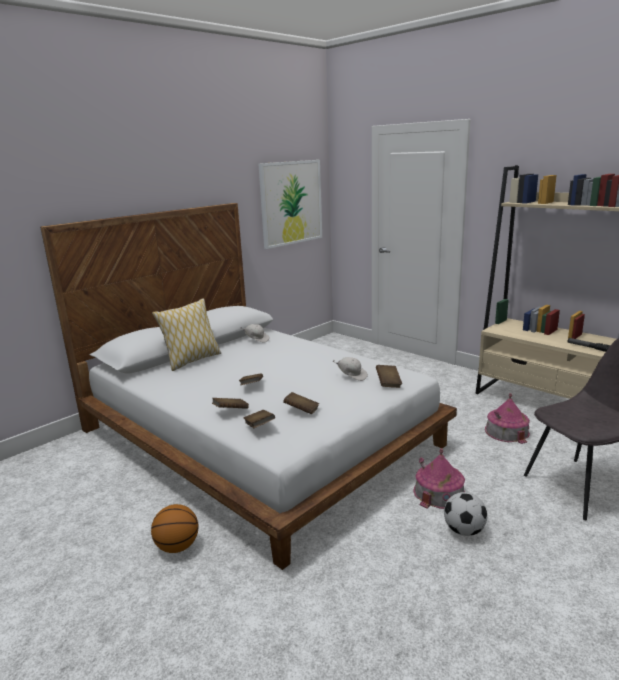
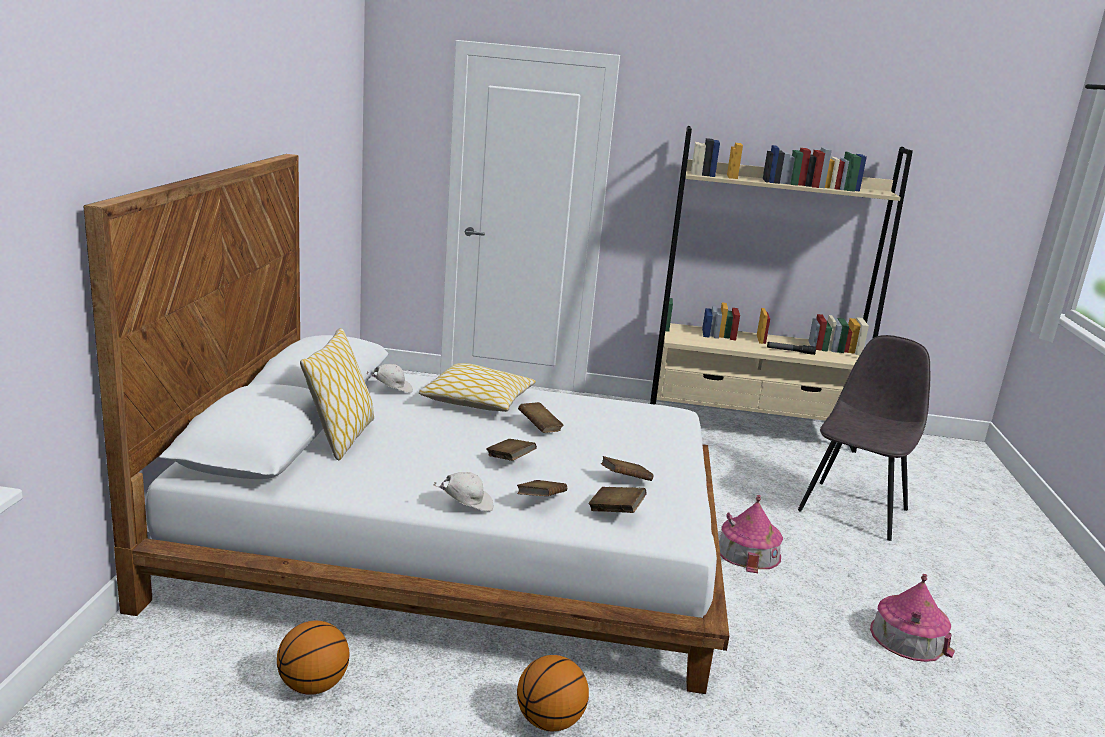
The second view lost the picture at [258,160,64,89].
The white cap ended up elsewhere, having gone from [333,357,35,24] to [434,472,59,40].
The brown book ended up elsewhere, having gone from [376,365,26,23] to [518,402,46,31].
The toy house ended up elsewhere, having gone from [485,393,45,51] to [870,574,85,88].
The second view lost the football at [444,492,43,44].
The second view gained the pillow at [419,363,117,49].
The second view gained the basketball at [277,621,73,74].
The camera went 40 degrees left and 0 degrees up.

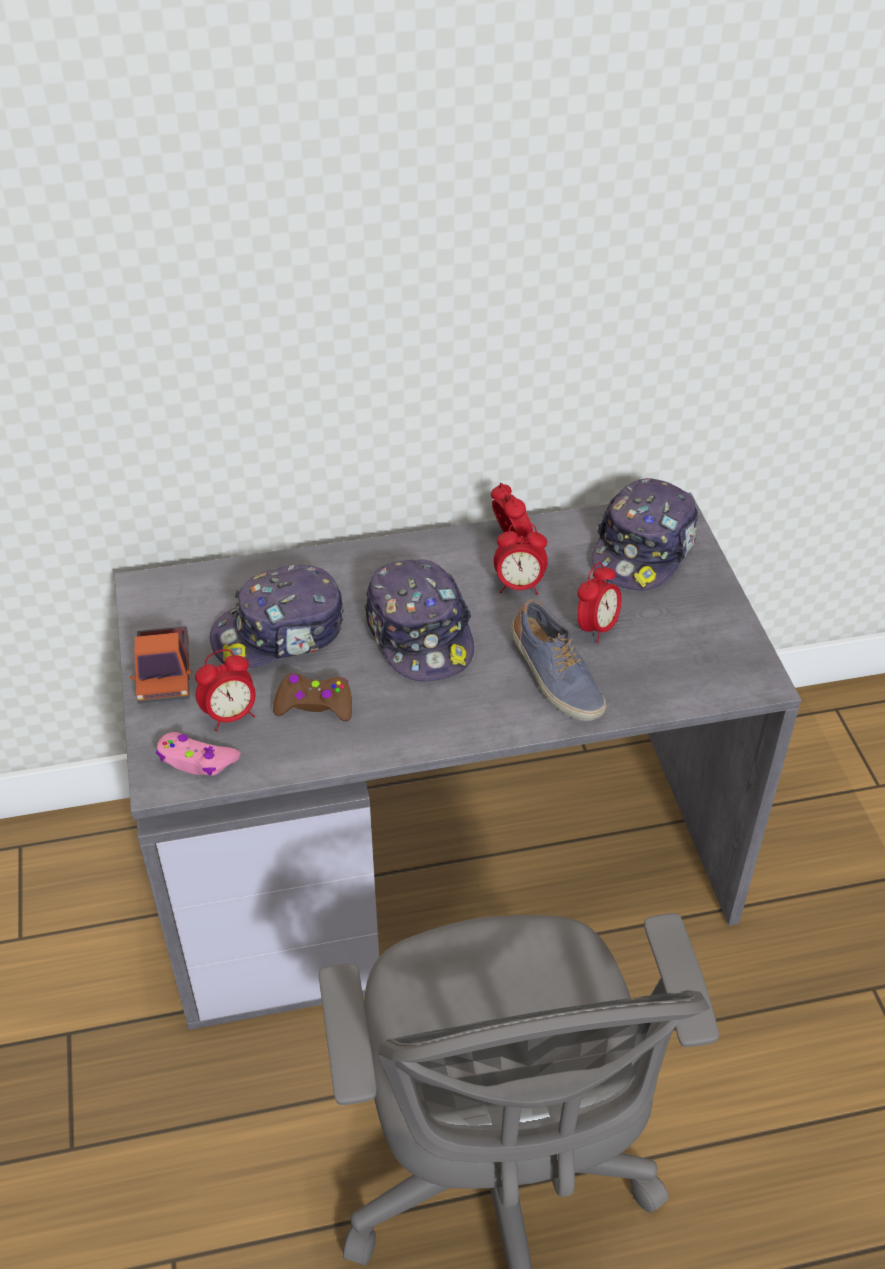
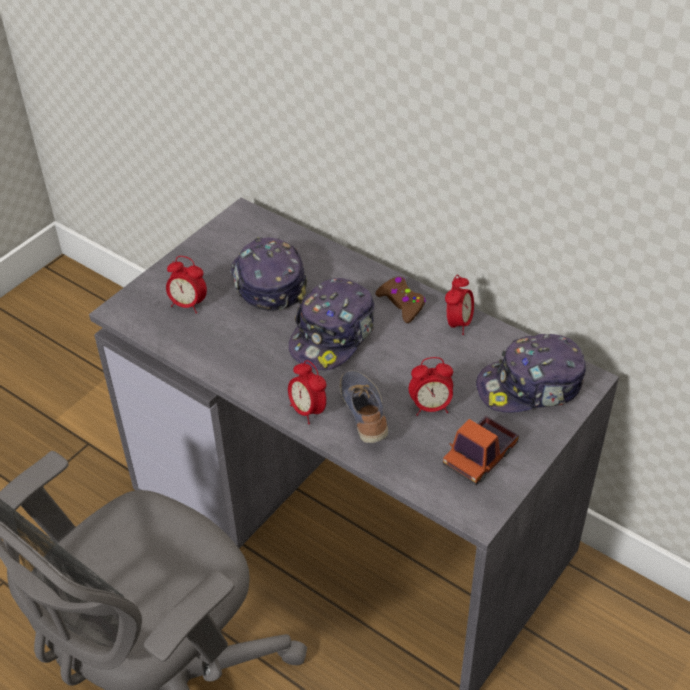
The alarm clock ended up elsewhere, having gone from [494,522,54,73] to [288,360,38,64].
The cap at [210,565,134,103] ended up facing another way, 45 degrees clockwise from before.
The shoe at [511,599,96,122] ended up facing another way, 150 degrees clockwise from before.
The toy truck ended up elsewhere, having gone from [130,626,62,78] to [443,416,76,69].
The brown game controller ended up elsewhere, having gone from [273,673,79,48] to [375,277,51,46].
The second view lost the pink game controller at [156,732,84,43].
The camera went 50 degrees right and 0 degrees up.

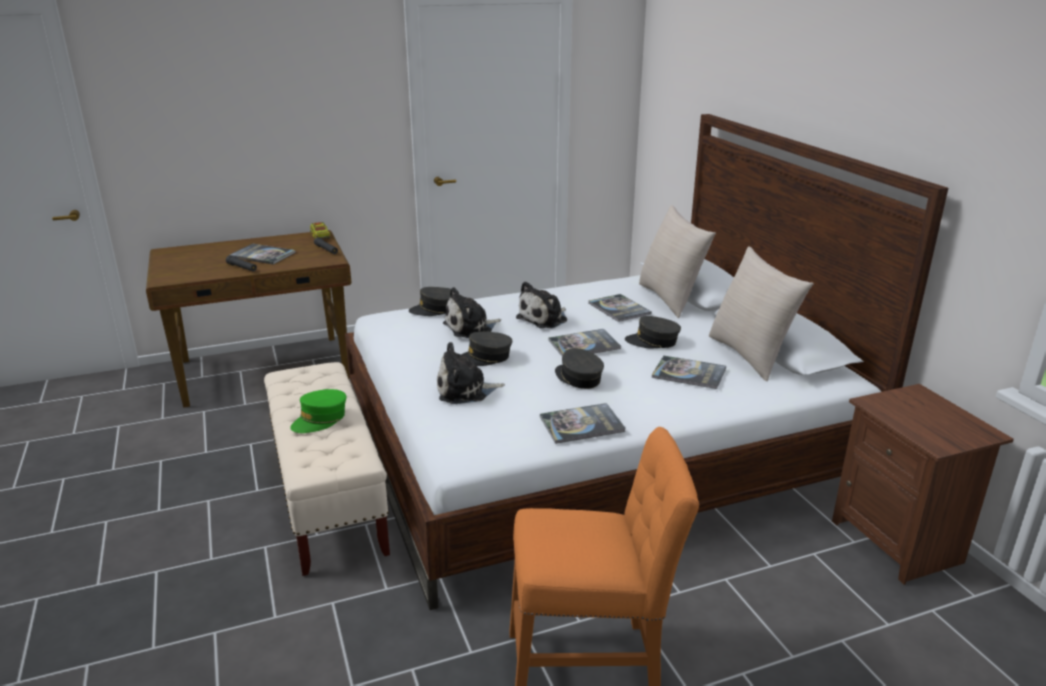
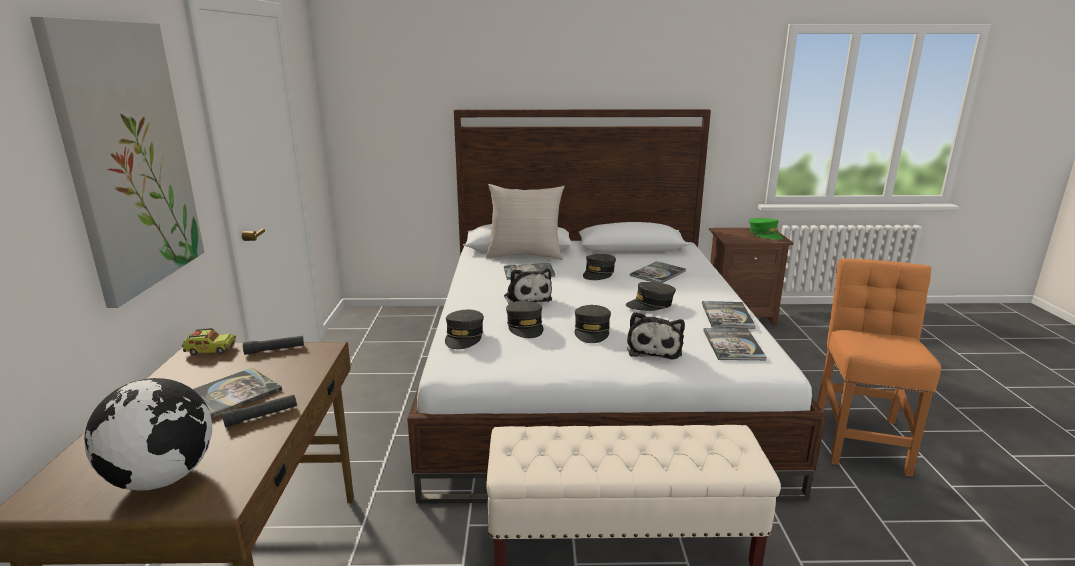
The second view lost the beige pillow at [709,246,105,135].
Where the plush toy stood at [443,287,58,51], the grey cap came to stand at [506,301,38,37].
The book ended up elsewhere, having gone from [548,329,73,27] to [703,328,64,32].
The green cap ended up elsewhere, having gone from [290,389,56,44] to [749,218,34,21].
The second view gained the picture at [30,17,175,291].
The second view gained the globe at [84,378,128,112].
The camera went 70 degrees left and 5 degrees down.

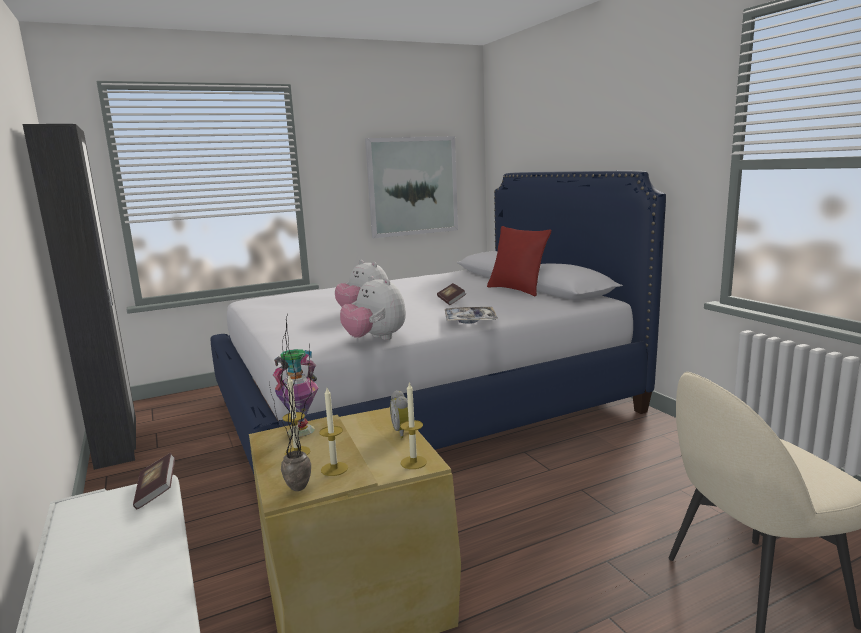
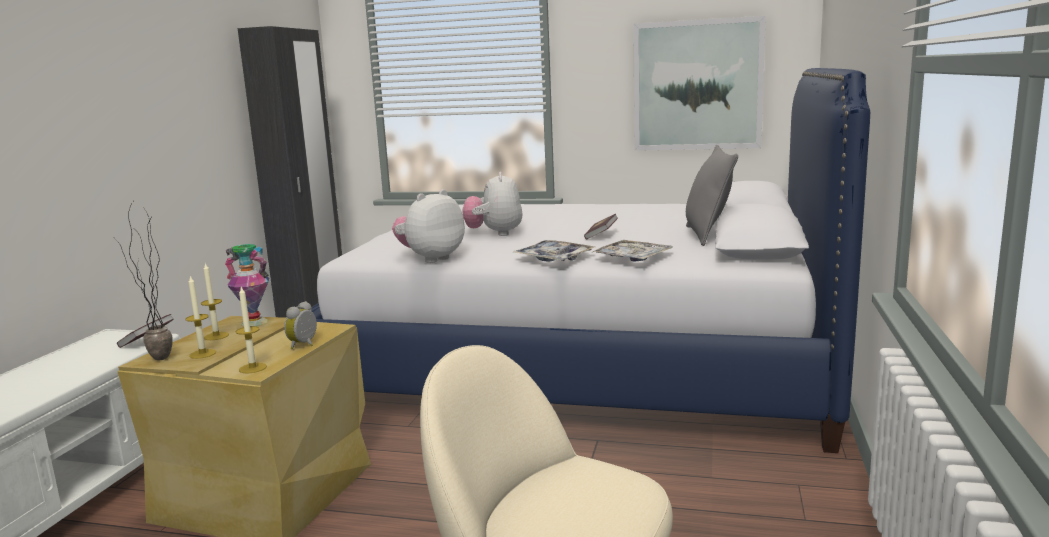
What was the red pillow at [487,226,64,70] turned into the grey pillow at [686,145,52,101].
The plush toy at [340,276,66,64] ended up facing another way, 45 degrees clockwise from before.
The second view gained the tray at [591,240,82,21].
The camera went 40 degrees right and 0 degrees up.

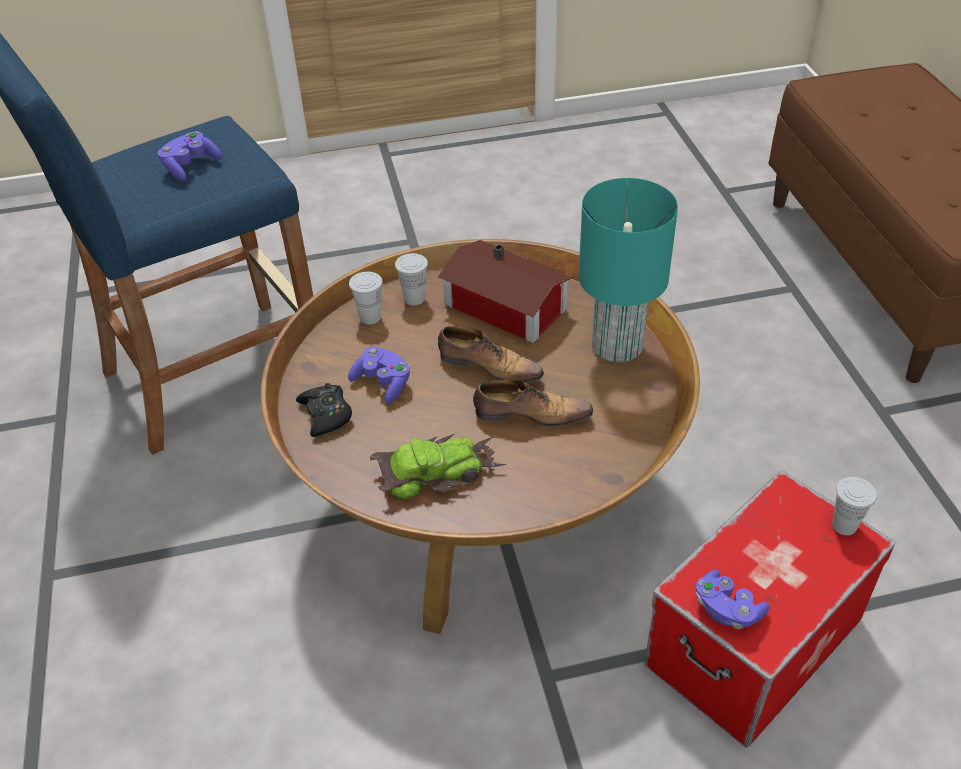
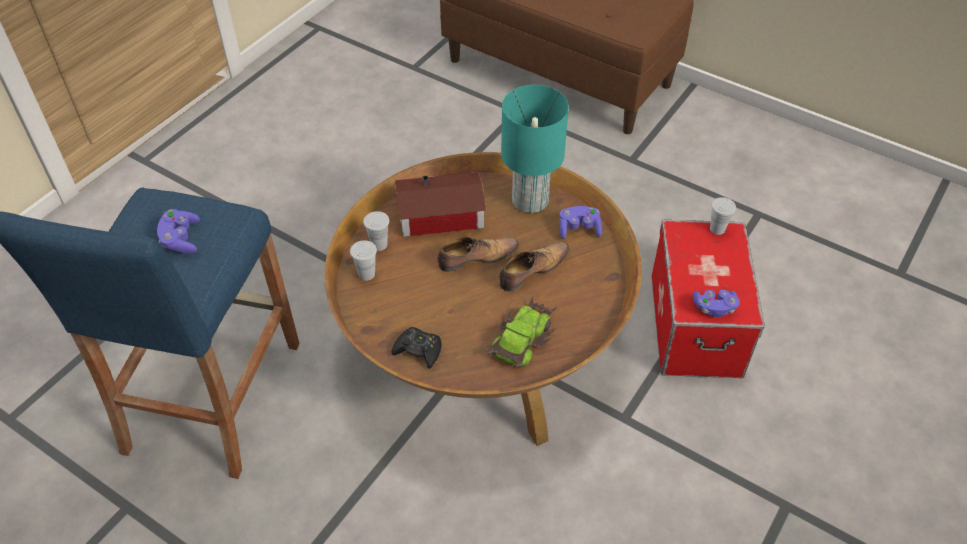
The purple game controller ended up elsewhere, having gone from [348,347,62,57] to [559,206,43,33].
The camera went 45 degrees left and 5 degrees up.

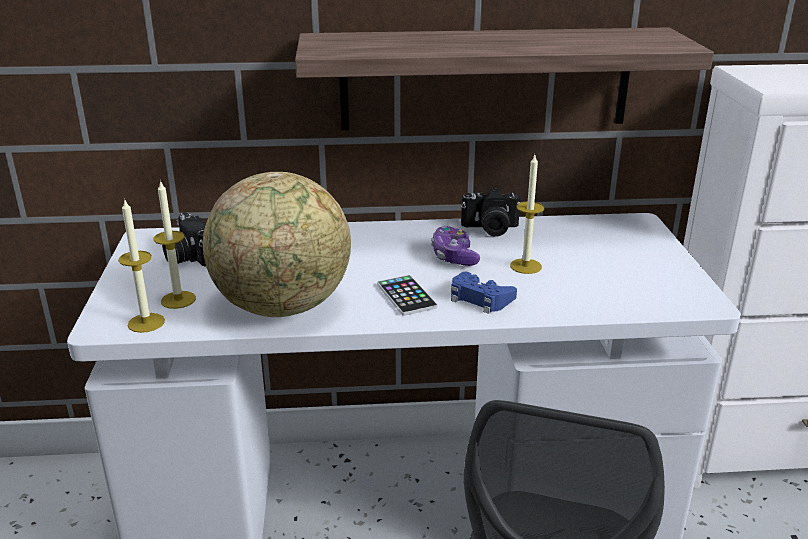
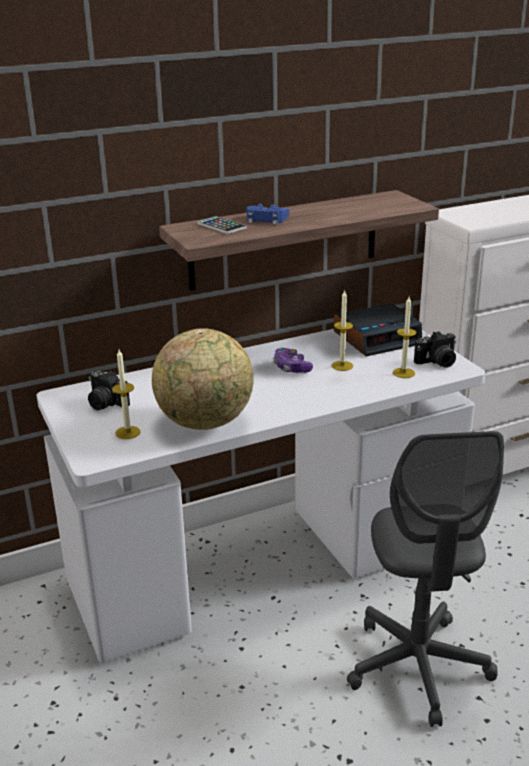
The photo camera ended up elsewhere, having gone from [461,188,59,49] to [414,331,42,37].
The candle ended up elsewhere, having gone from [118,200,47,133] to [393,297,23,81].
The blue game controller ended up elsewhere, having gone from [451,272,66,42] to [247,204,42,21].
The phone ended up elsewhere, having gone from [377,275,61,41] to [197,216,49,18].
The second view gained the alarm clock at [334,303,88,53].
The camera went 20 degrees left and 0 degrees up.

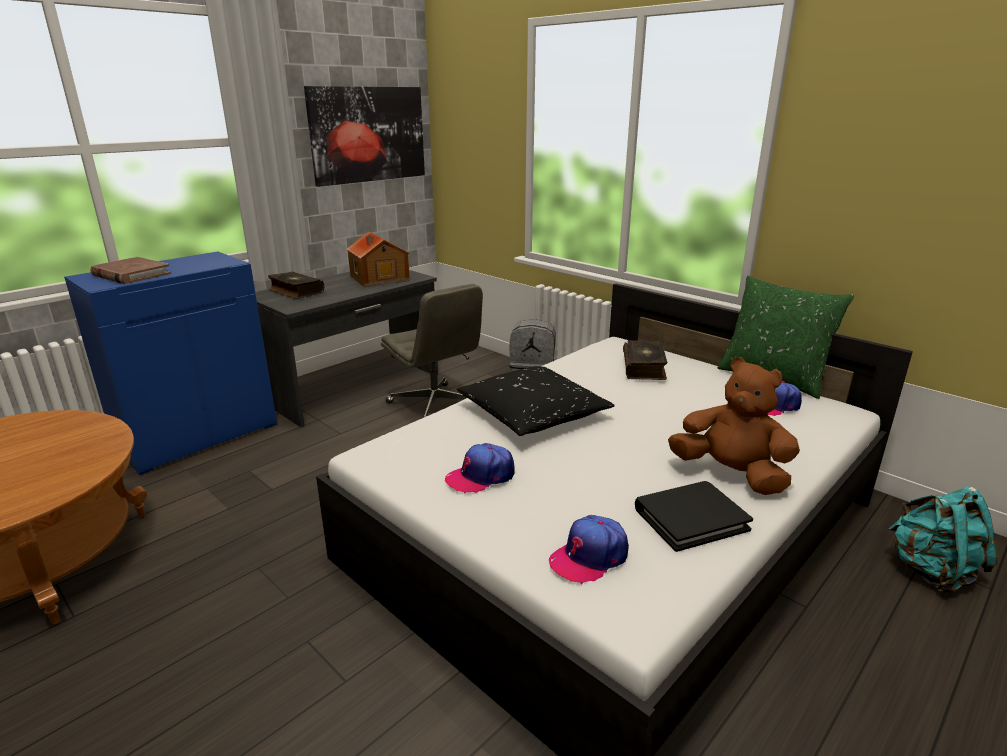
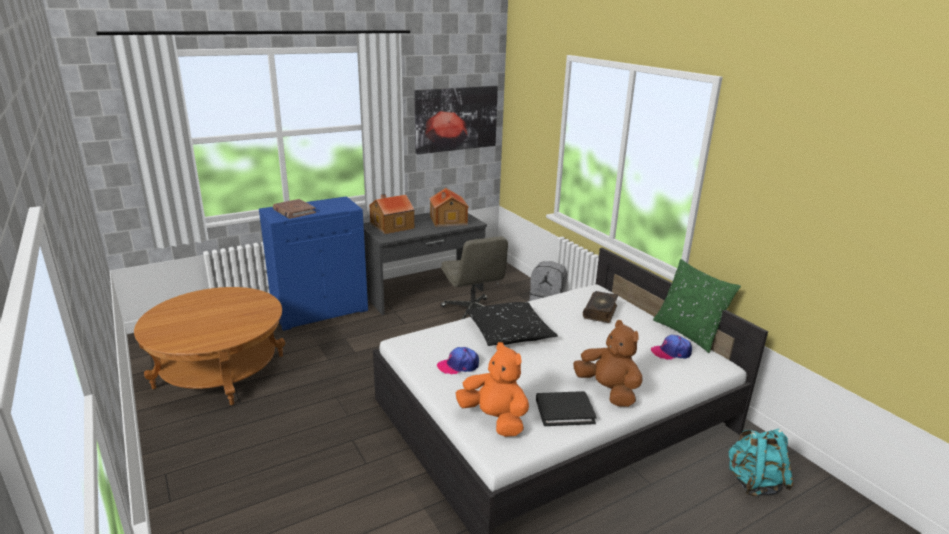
Where the book stood at [268,272,56,27], the toy house came to stand at [369,194,45,40].
Where the cap stood at [549,515,80,70], the orange plush toy came to stand at [456,342,73,95].
The camera went 15 degrees right and 0 degrees up.

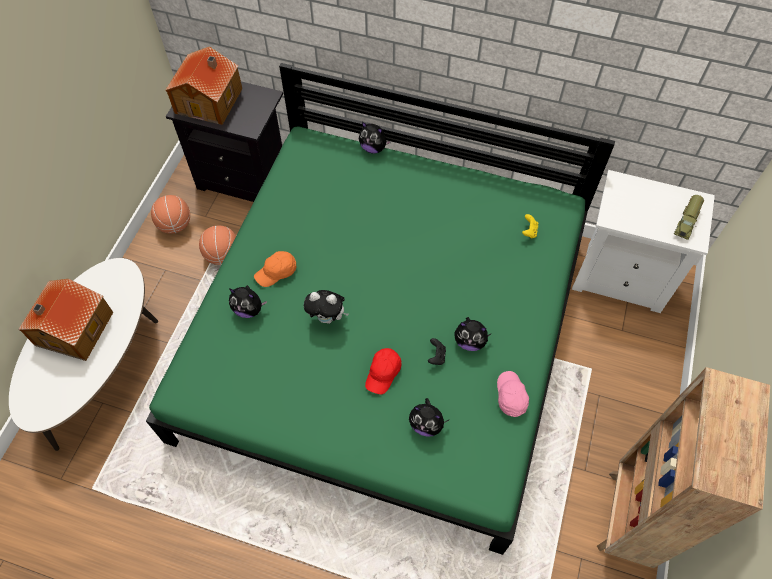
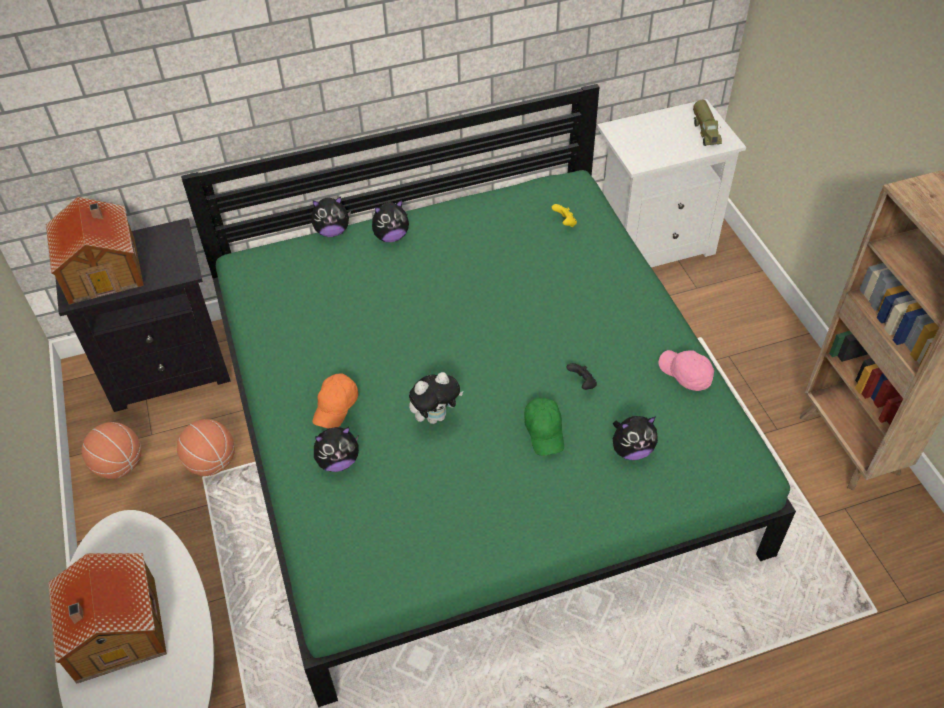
The plush toy ended up elsewhere, having gone from [455,317,37,34] to [372,200,37,42].
What was the red cap at [365,348,36,46] turned into the green cap at [524,398,40,58].
The camera went 35 degrees left and 10 degrees down.

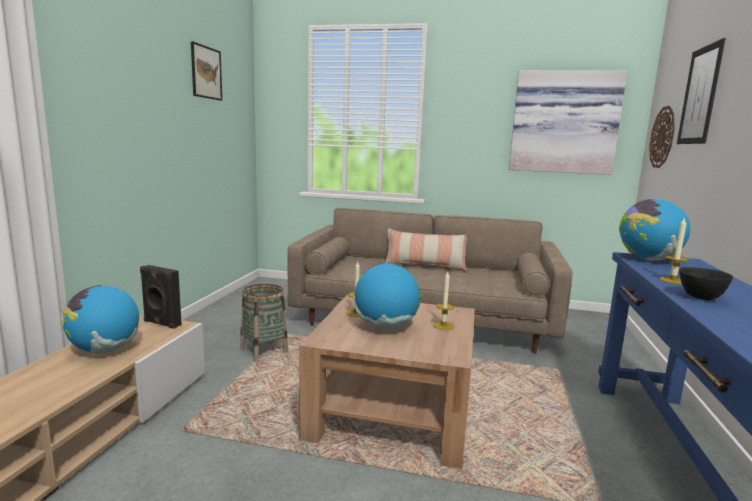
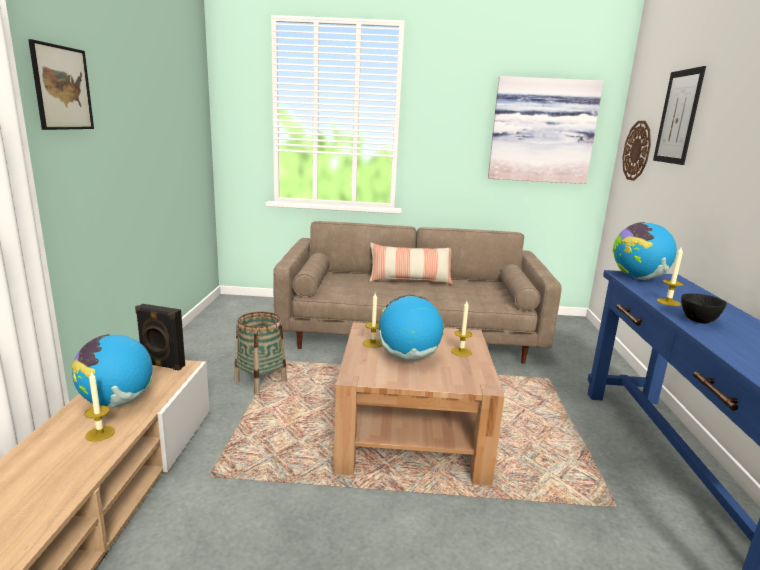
The picture ended up elsewhere, having gone from [191,41,31,60] to [28,39,66,91].
The second view gained the candle at [84,371,31,71].
The camera went 10 degrees left and 5 degrees up.

